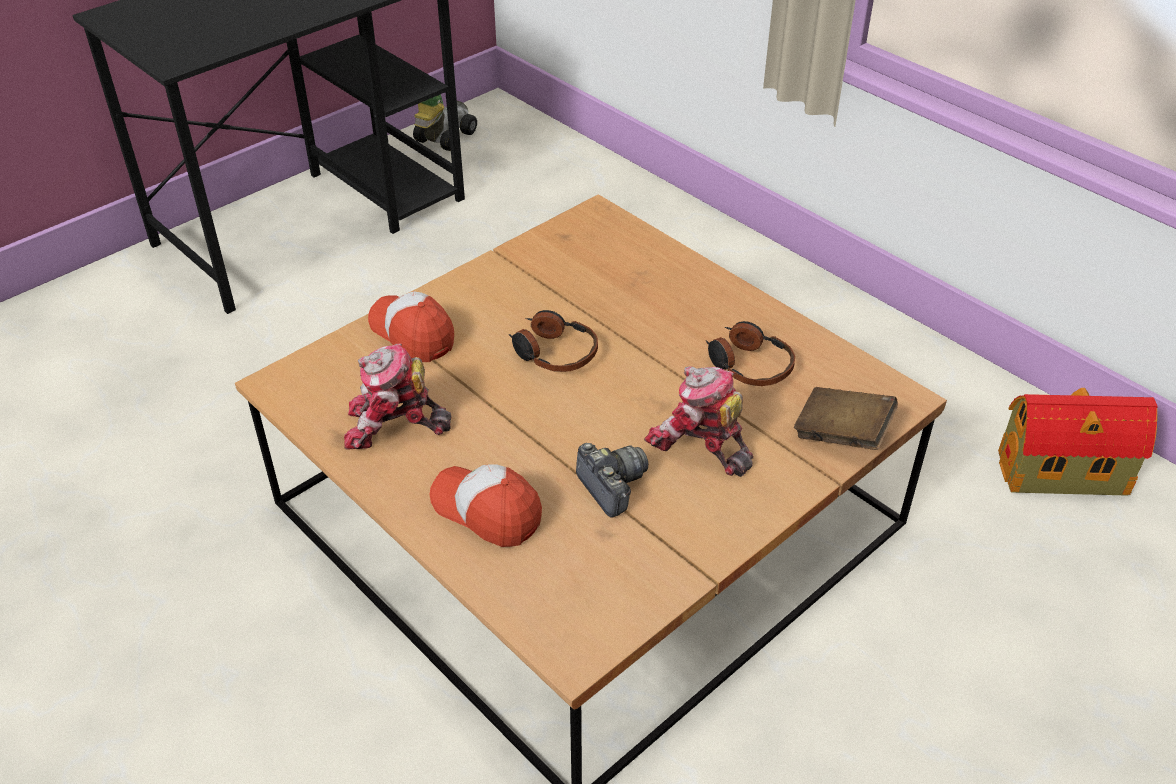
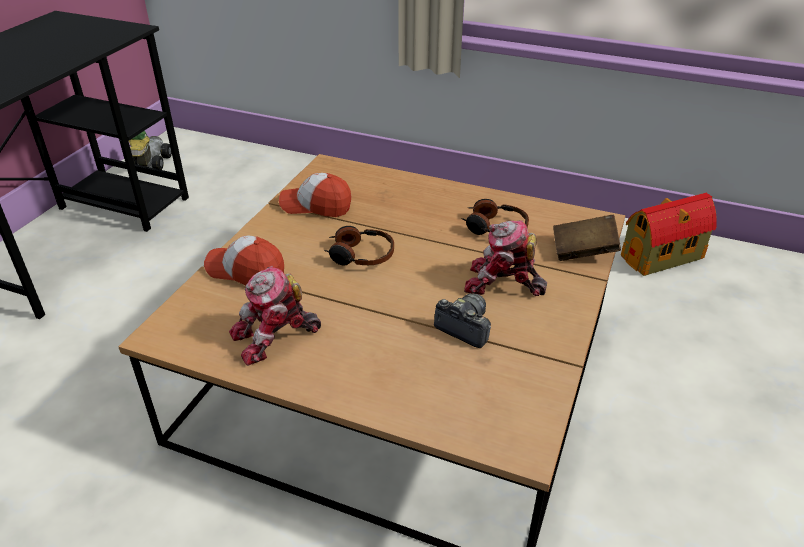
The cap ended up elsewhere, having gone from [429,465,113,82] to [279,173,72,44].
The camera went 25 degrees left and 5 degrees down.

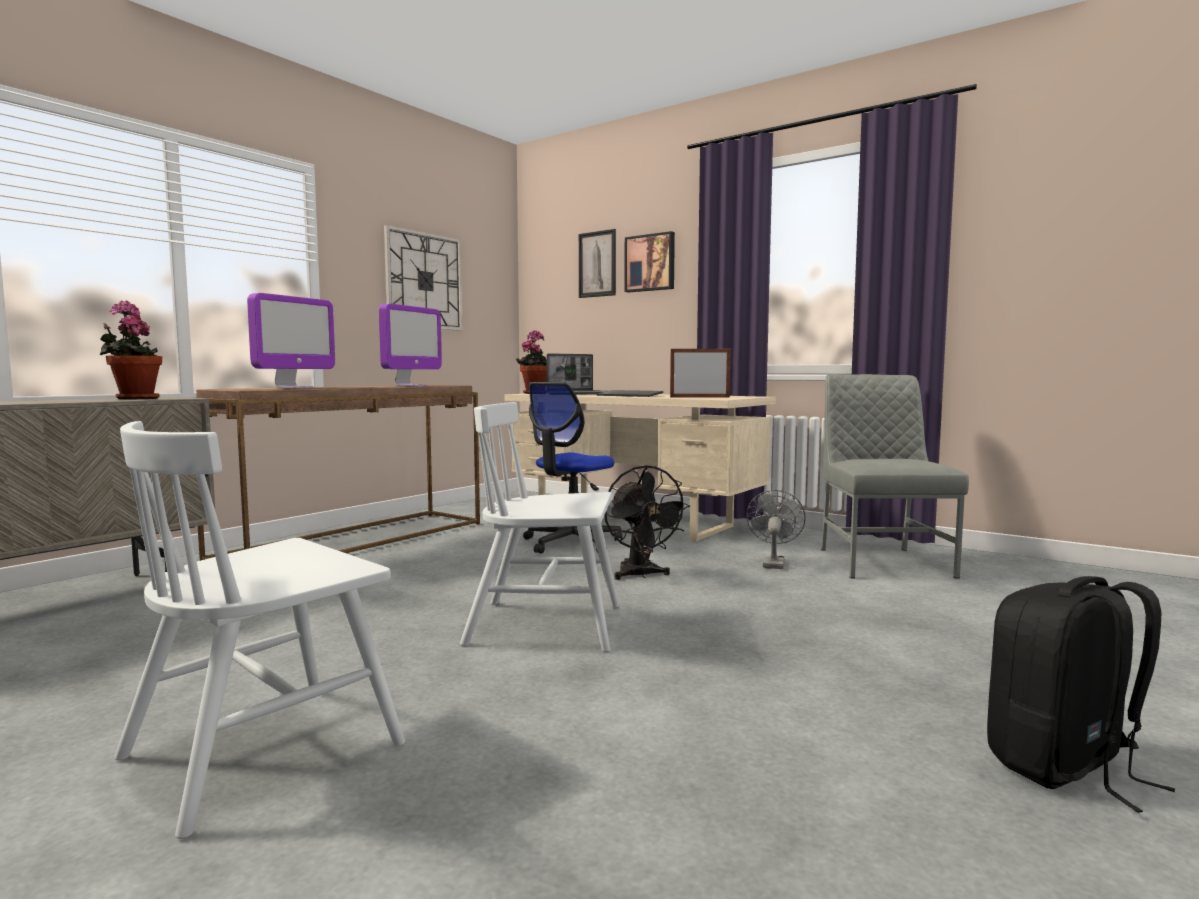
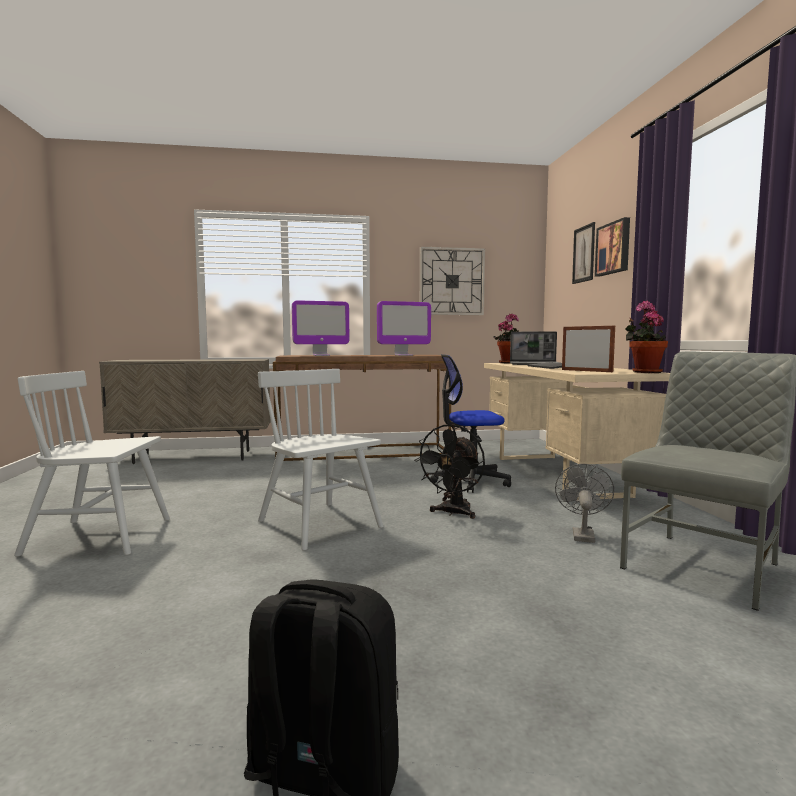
The potted plant ended up elsewhere, having gone from [99,301,63,98] to [625,301,43,72].
The grey fan at [746,490,60,79] ended up facing another way, 45 degrees counterclockwise from before.
The camera went 45 degrees right and 0 degrees up.

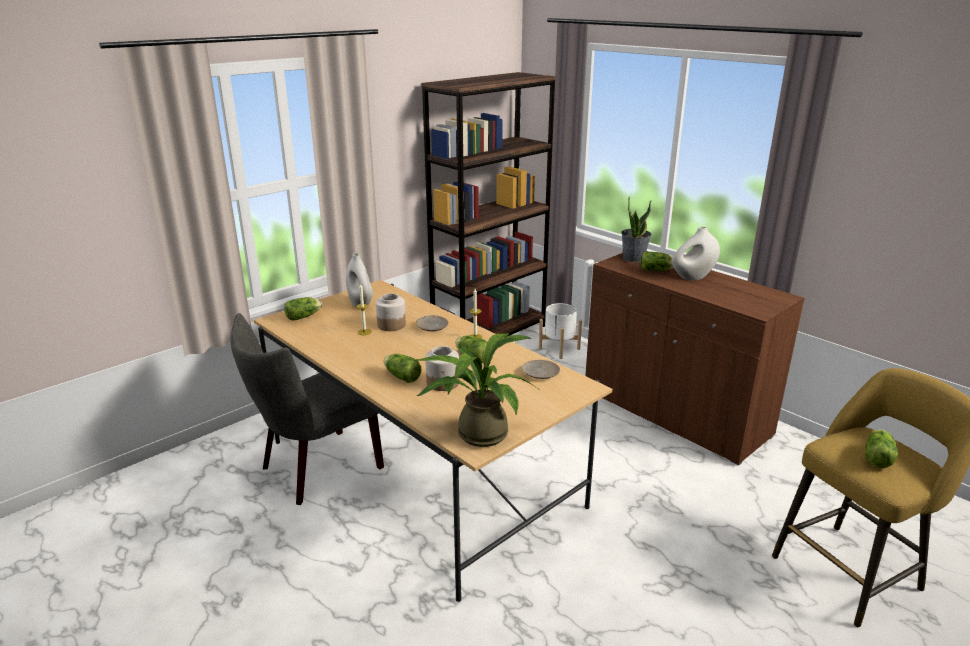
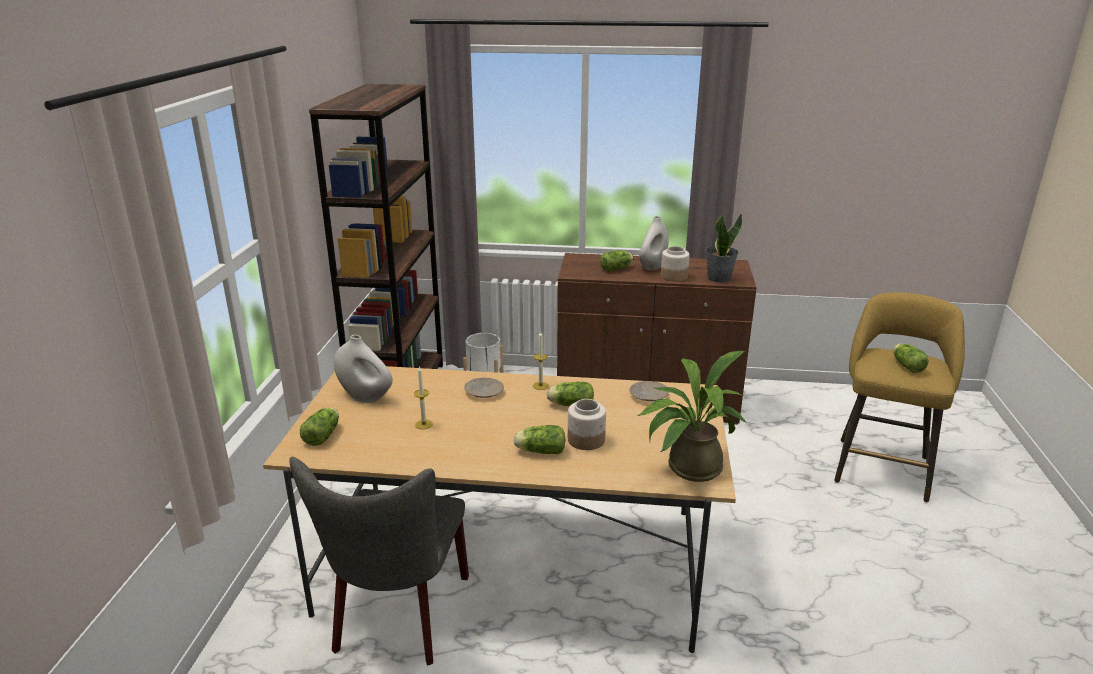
The potted plant ended up elsewhere, having gone from [621,197,30,65] to [705,213,37,70].
The jar ended up elsewhere, having gone from [376,293,30,38] to [661,246,29,36].
The camera went 40 degrees left and 0 degrees up.

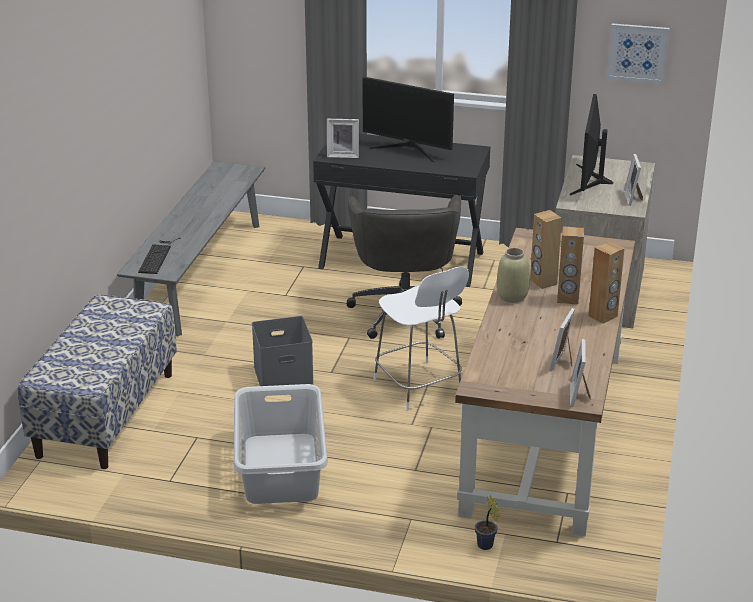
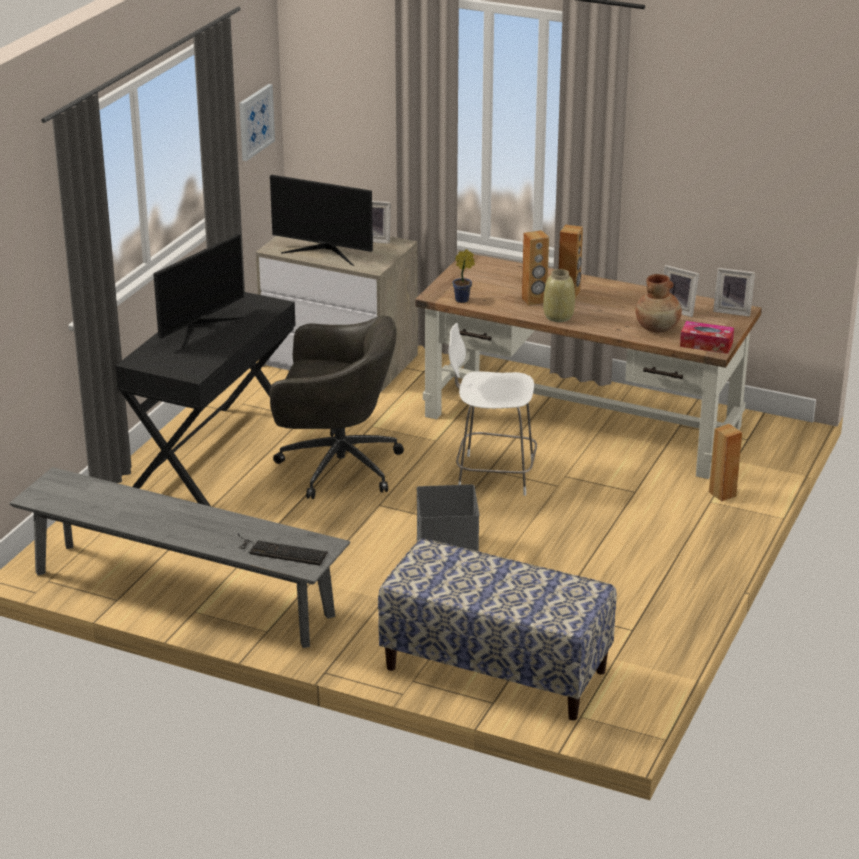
The second view lost the picture frame at [327,119,32,39].
The brown speaker ended up elsewhere, having gone from [589,241,36,83] to [709,424,33,77].
The white chair at [373,266,96,145] ended up facing another way, 150 degrees counterclockwise from before.
The second view lost the grey laundry basket at [234,384,94,120].
The potted plant ended up elsewhere, having gone from [475,495,24,55] to [452,249,23,54].
The second view gained the brown vase at [636,274,46,58].
The second view gained the tissue box at [680,321,54,33].
The camera went 80 degrees left and 0 degrees up.

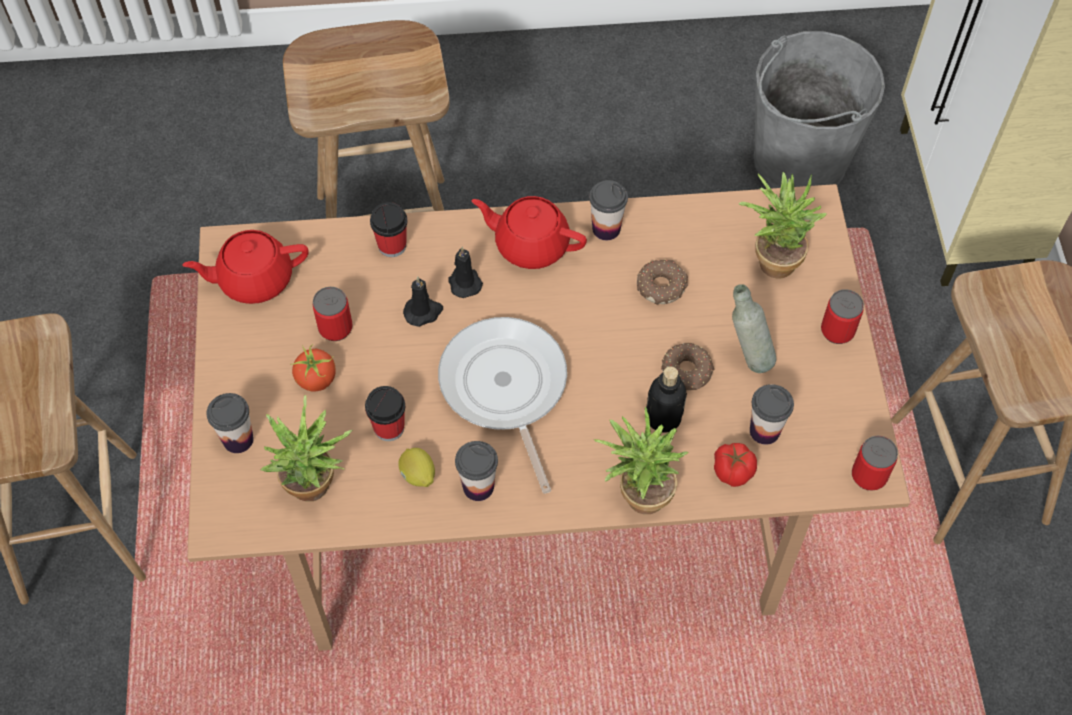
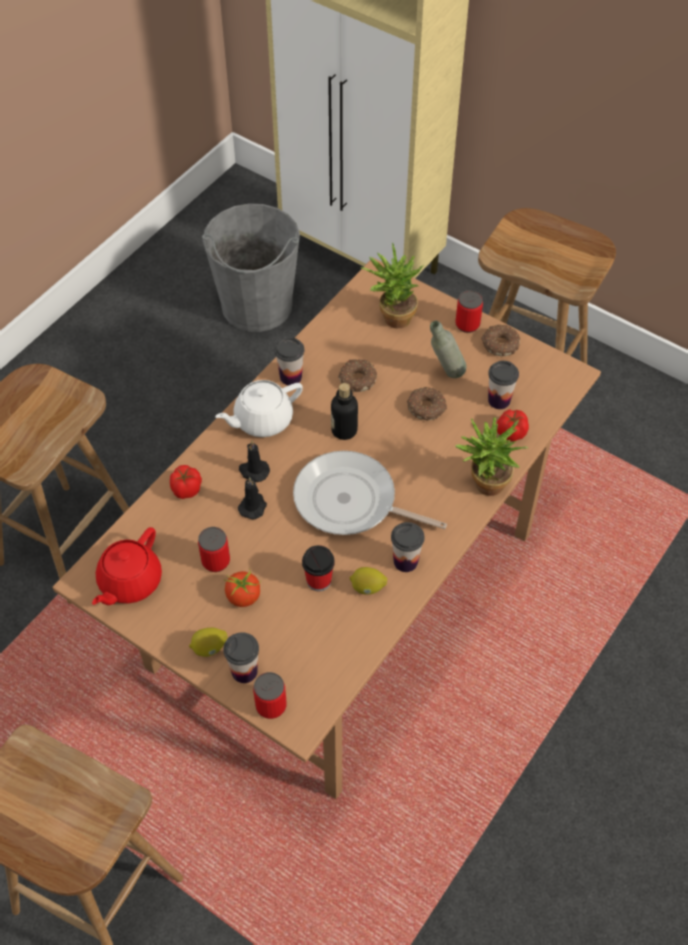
What was the red teapot at [471,196,116,73] turned into the white teapot at [215,380,88,57].
Where the cup stood at [370,202,38,55], the tomato came to stand at [170,465,32,34].
The bottle ended up elsewhere, having gone from [646,366,41,67] to [331,383,27,57].
The second view lost the potted plant at [261,395,91,106].
The can ended up elsewhere, having gone from [852,436,46,54] to [253,672,34,47].
The second view gained the donut at [481,324,39,32].
The second view gained the lemon at [189,628,39,29].
The camera went 50 degrees left and 5 degrees down.

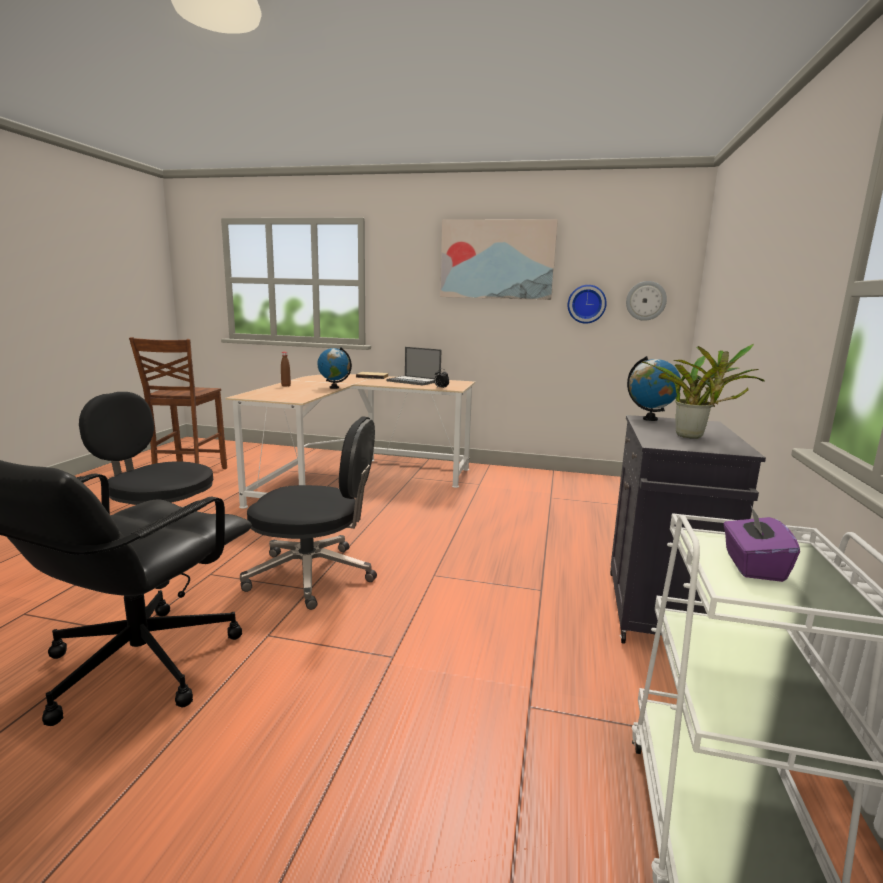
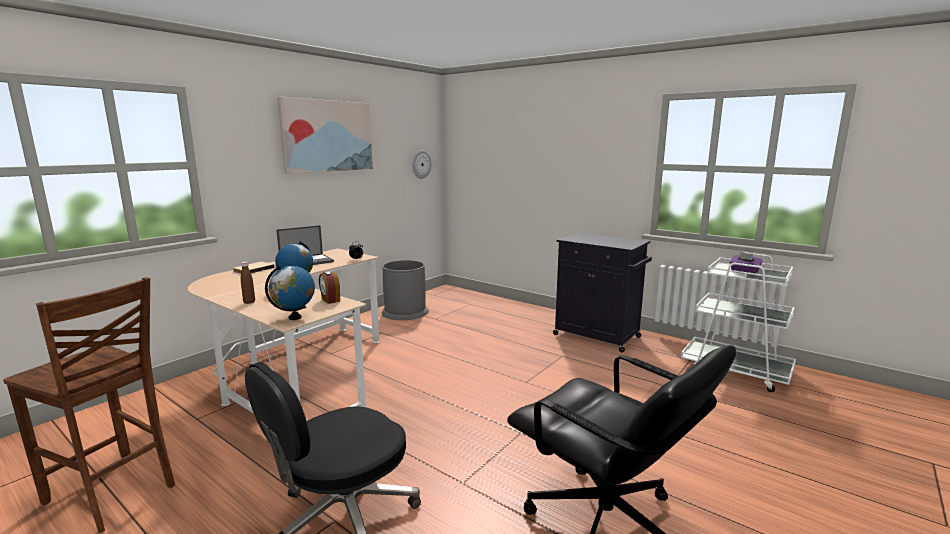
The second view lost the wall clock at [568,285,39,38].
The second view lost the potted plant at [642,344,123,95].
The globe ended up elsewhere, having gone from [627,356,54,65] to [265,266,50,54].
The second view lost the black office chair at [240,416,137,194].
The second view gained the grey trash can at [382,260,47,60].
The second view gained the alarm clock at [319,271,21,33].
The camera went 65 degrees left and 0 degrees up.

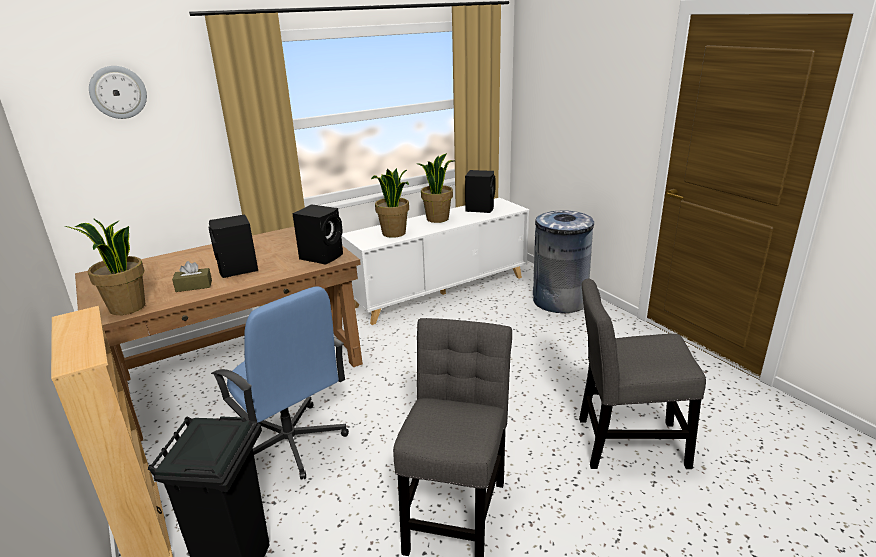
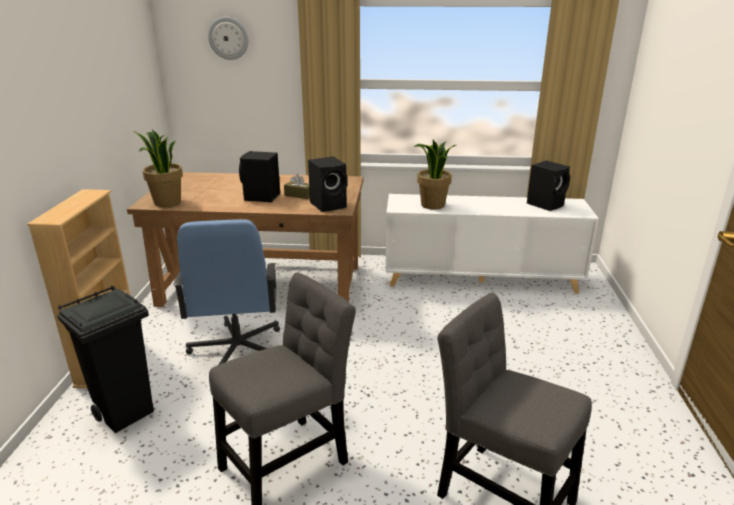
The second view lost the potted plant at [416,153,38,70].
The second view lost the grey trash can at [533,210,61,103].
The brown tissue box ended up elsewhere, having gone from [172,261,40,31] to [284,174,26,25].
The camera went 35 degrees right and 0 degrees up.

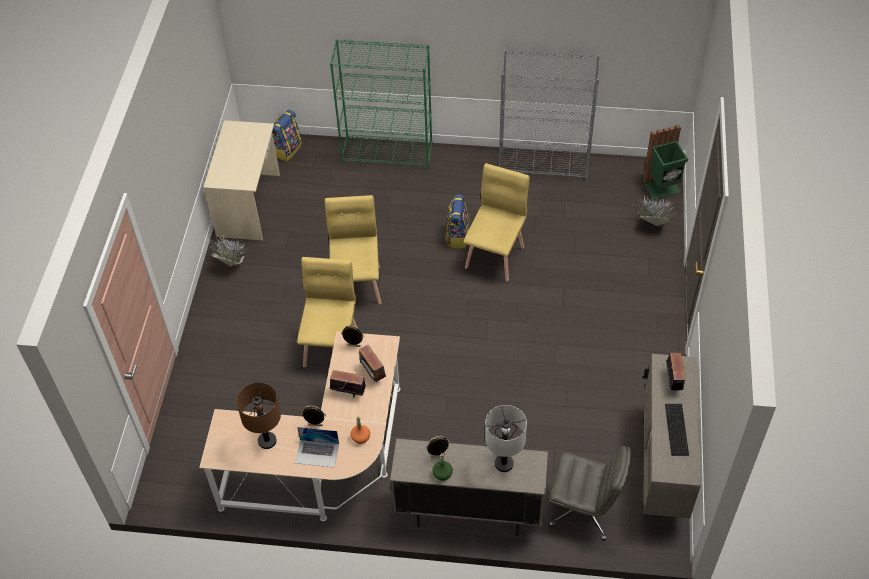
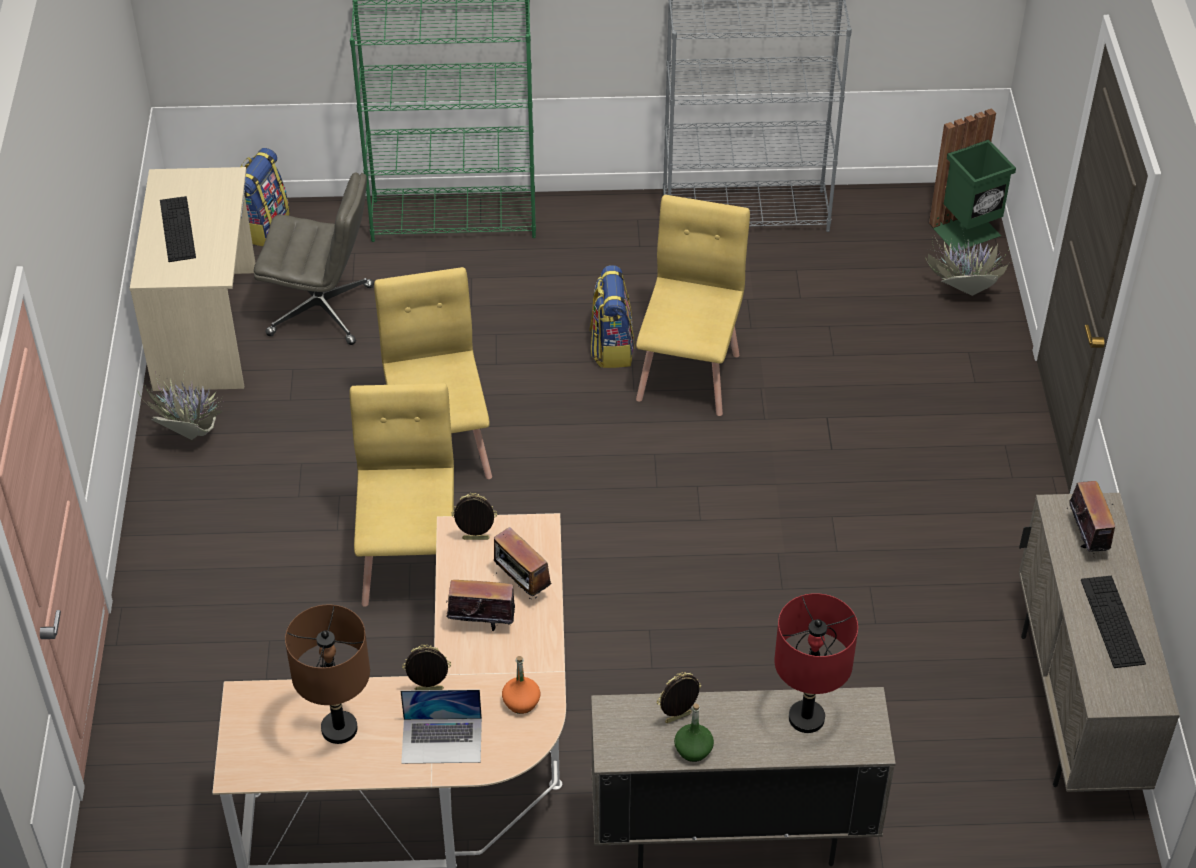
What was the grey table lamp at [485,405,42,67] turned into the red table lamp at [774,593,84,140].
The grey office chair ended up elsewhere, having gone from [549,446,82,95] to [254,172,120,173].
The second view gained the keyboard at [160,196,36,66].
The camera went 10 degrees left and 5 degrees down.

